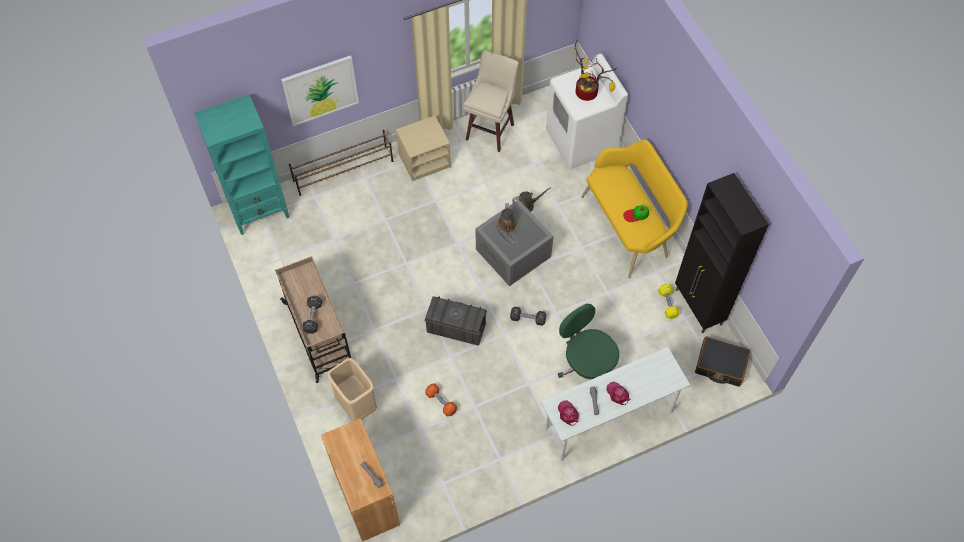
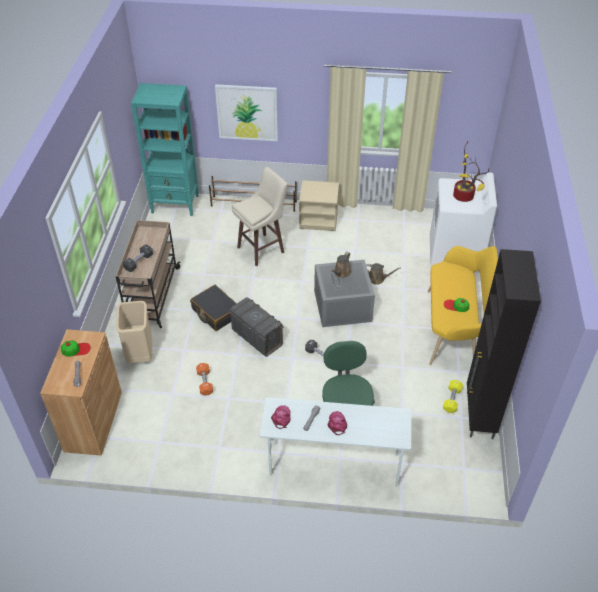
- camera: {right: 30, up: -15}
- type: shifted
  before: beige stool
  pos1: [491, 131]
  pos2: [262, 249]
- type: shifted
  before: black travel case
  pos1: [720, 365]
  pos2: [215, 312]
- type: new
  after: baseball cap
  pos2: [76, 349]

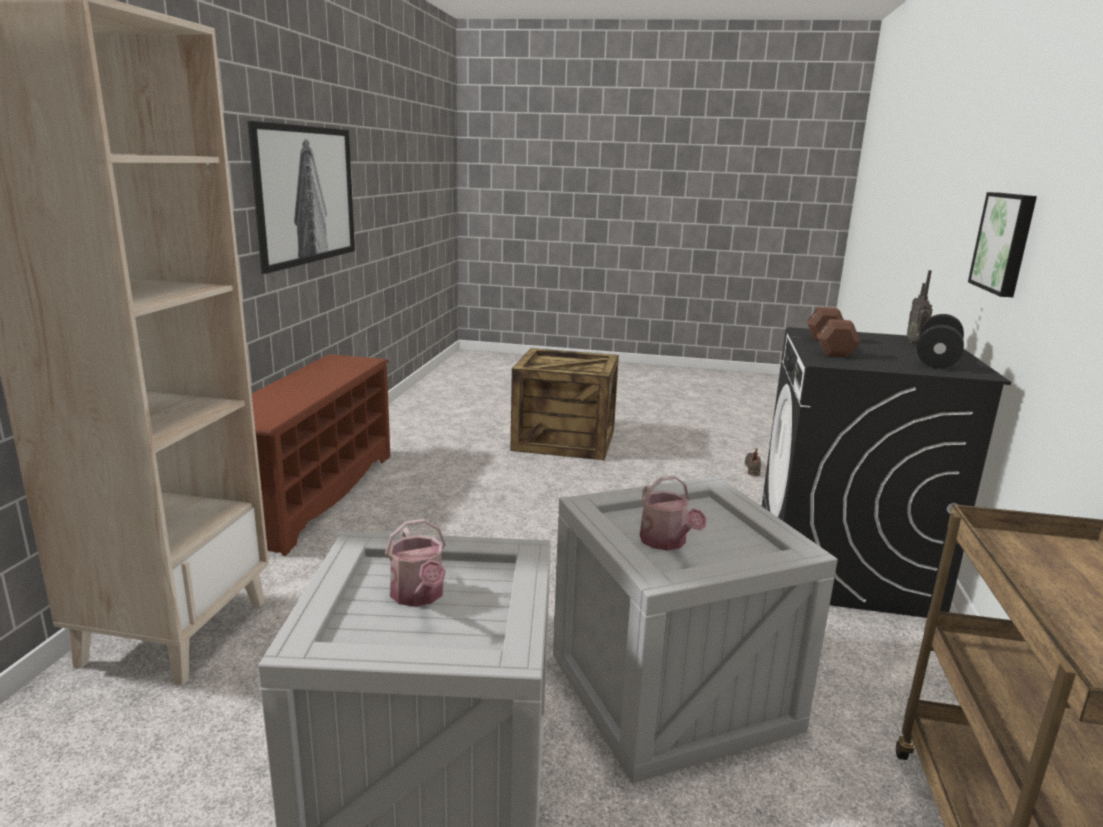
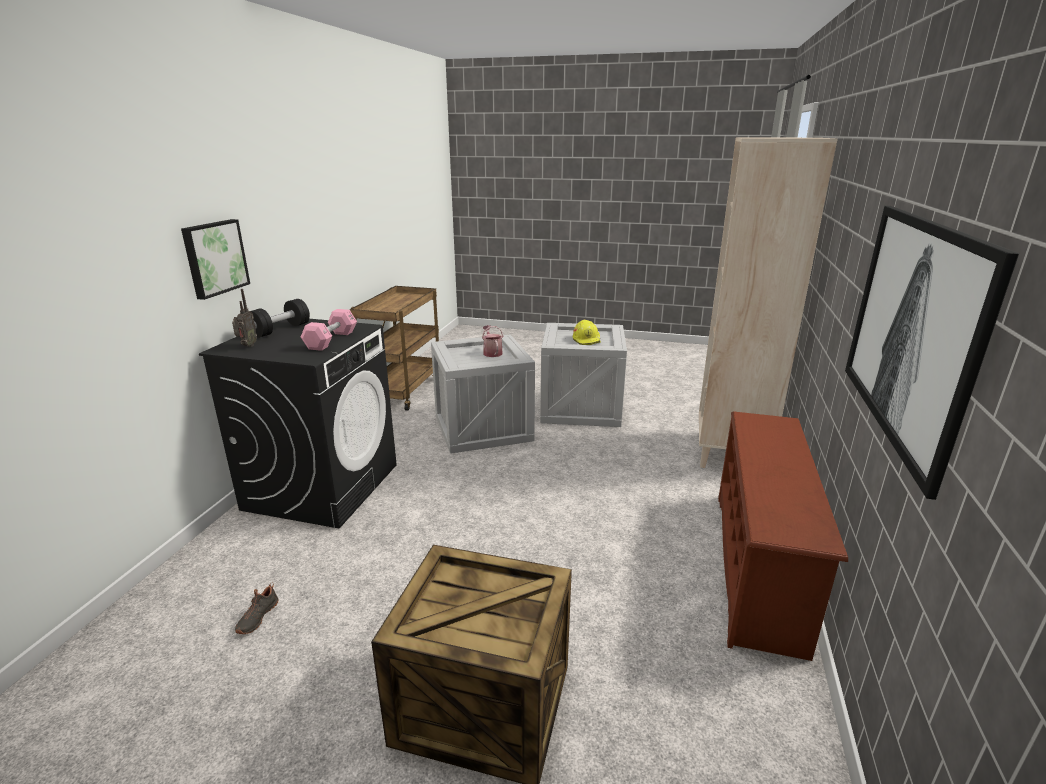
- camera: {right: -175, up: 5}
- type: repainted
  before: brownish dumbbell
  after: pink dumbbell
  pos1: [829, 347]
  pos2: [331, 340]
- type: swapped
  before: watering pot
  after: yellow-coloured safety helmet
  pos1: [419, 596]
  pos2: [587, 340]

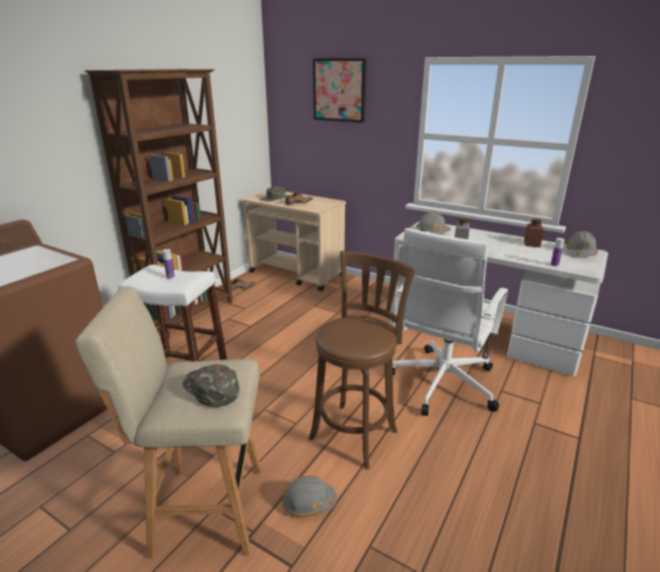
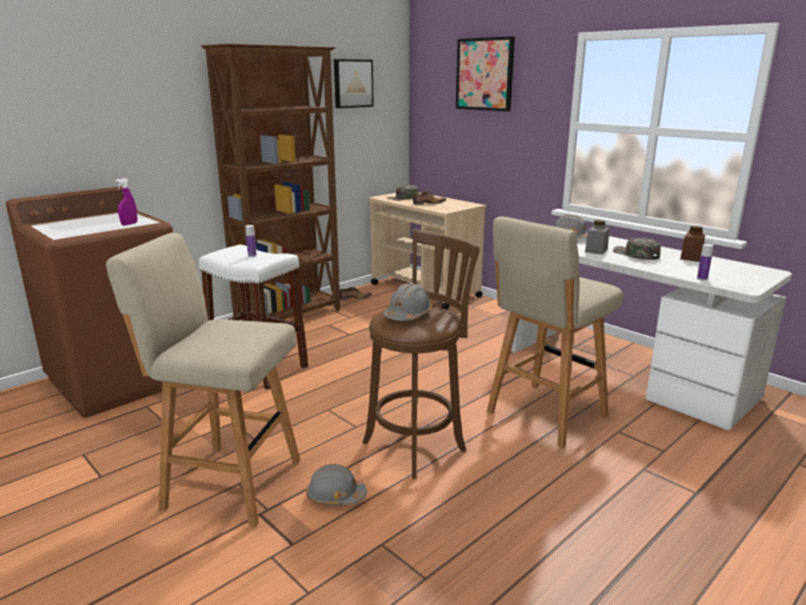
- camera: {right: 15, up: -5}
- type: swapped
  before: white computer chair
  after: beige stool
  pos1: [441, 384]
  pos2: [544, 415]
- type: shifted
  before: grey safety helmet
  pos1: [580, 252]
  pos2: [408, 315]
- type: shifted
  before: green baseball cap
  pos1: [210, 389]
  pos2: [635, 254]
- type: new
  after: picture
  pos2: [352, 83]
- type: new
  after: purple spray bottle
  pos2: [129, 224]

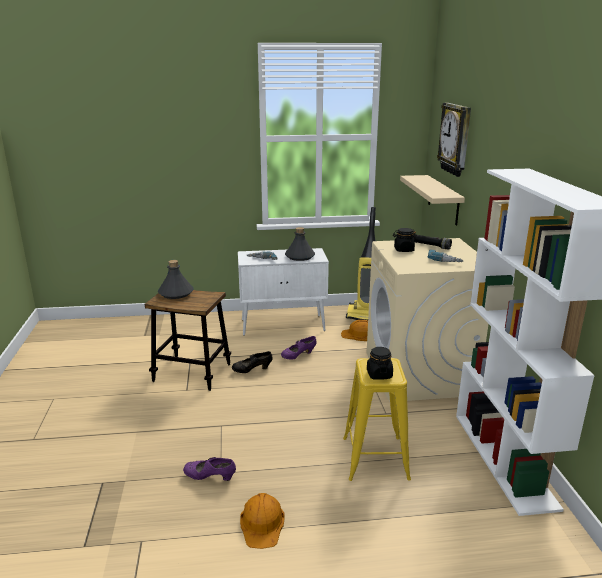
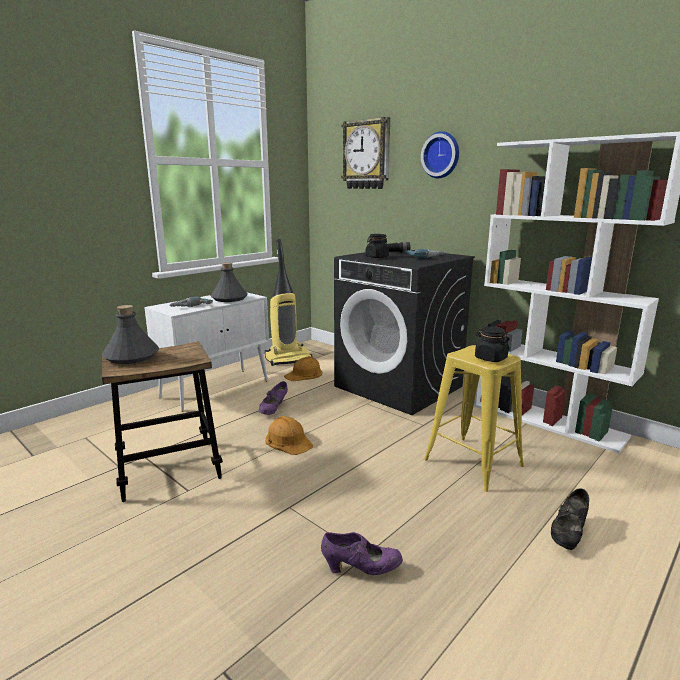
- camera: {right: -40, up: -5}
- type: gone
  before: beige shelf
  pos1: [443, 199]
- type: repainted
  before: beige laundry machine
  after: black laundry machine
  pos1: [419, 374]
  pos2: [399, 386]
- type: shifted
  before: black low shoe
  pos1: [252, 370]
  pos2: [568, 534]
- type: rotated
  before: purple low shoe
  pos1: [210, 478]
  pos2: [361, 568]
  turn: -150
- type: shifted
  before: orangey safety helmet
  pos1: [262, 523]
  pos2: [288, 441]
- type: new
  after: wall clock
  pos2: [441, 155]

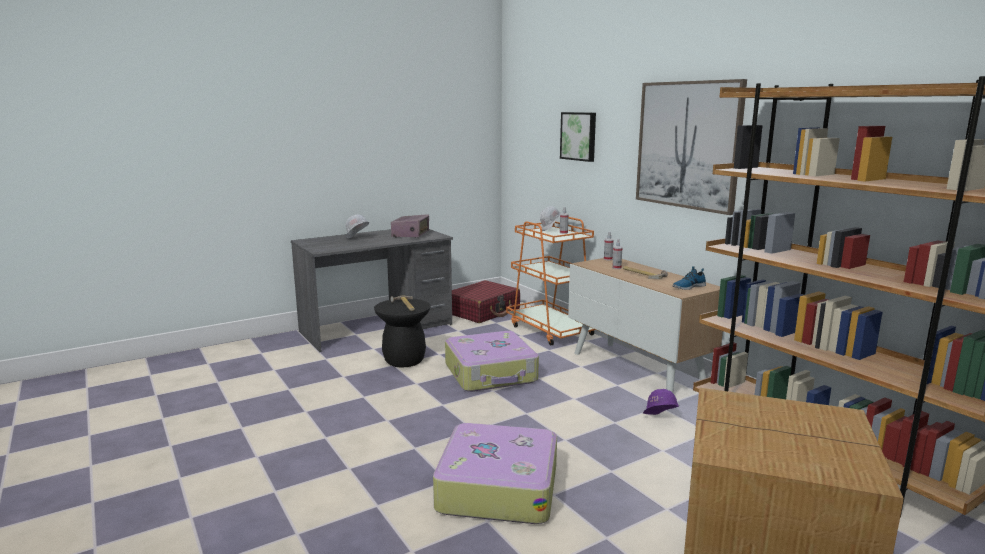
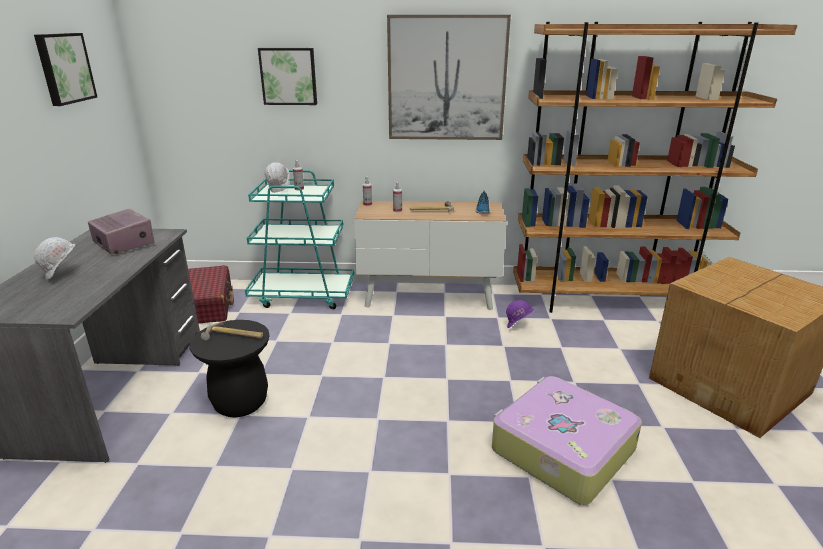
- camera: {right: -55, up: 10}
- type: repainted
  before: orangey wheeled cart
  after: turquoise-coloured wheeled cart
  pos1: [551, 330]
  pos2: [303, 295]
- type: gone
  before: travel case
  pos1: [491, 373]
- type: new
  after: picture
  pos2: [64, 68]

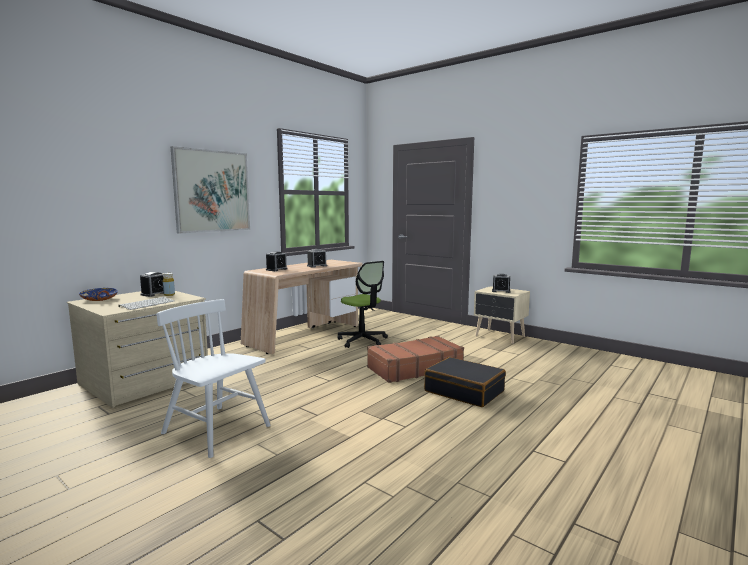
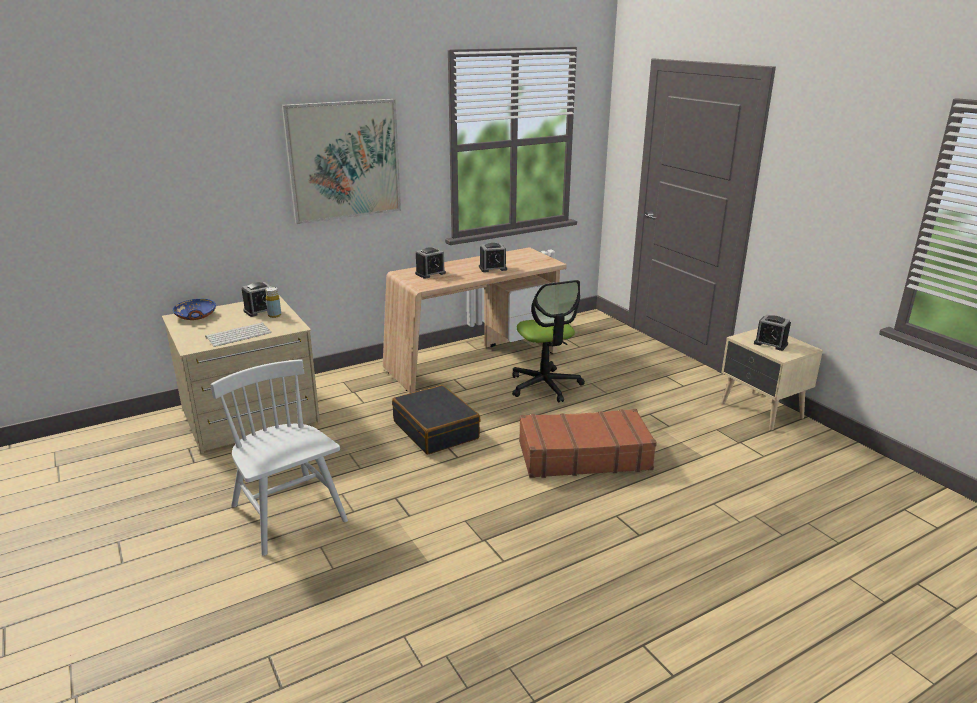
- camera: {right: 20, up: 15}
- type: shifted
  before: black travel case
  pos1: [464, 391]
  pos2: [436, 430]

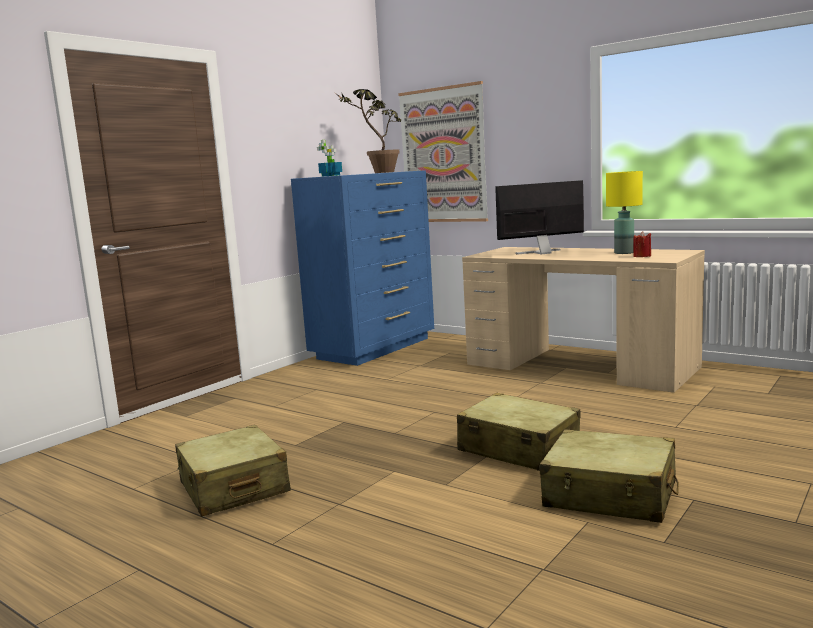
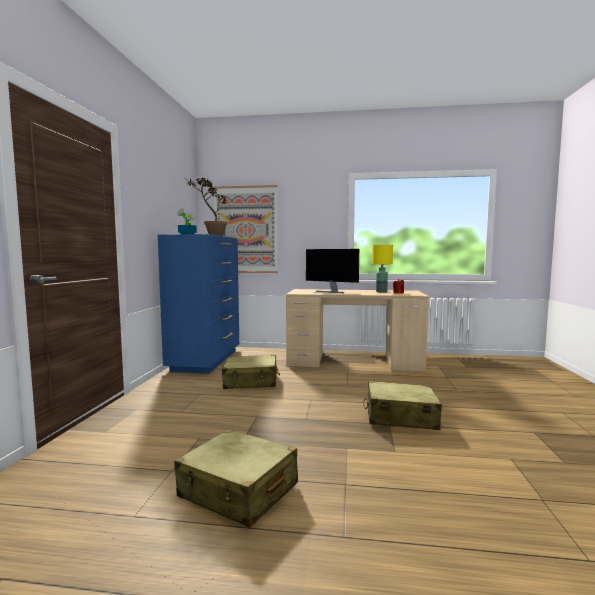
- camera: {right: -30, up: -5}
- type: rotated
  before: monitor
  pos1: [542, 252]
  pos2: [331, 291]
  turn: -105
- type: shifted
  before: beige travel case
  pos1: [610, 495]
  pos2: [251, 381]

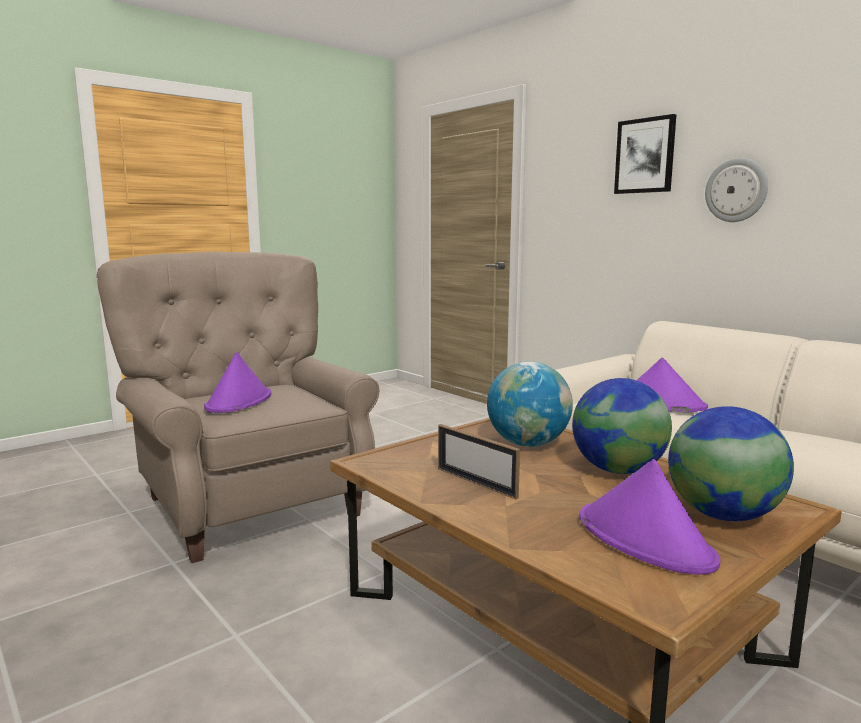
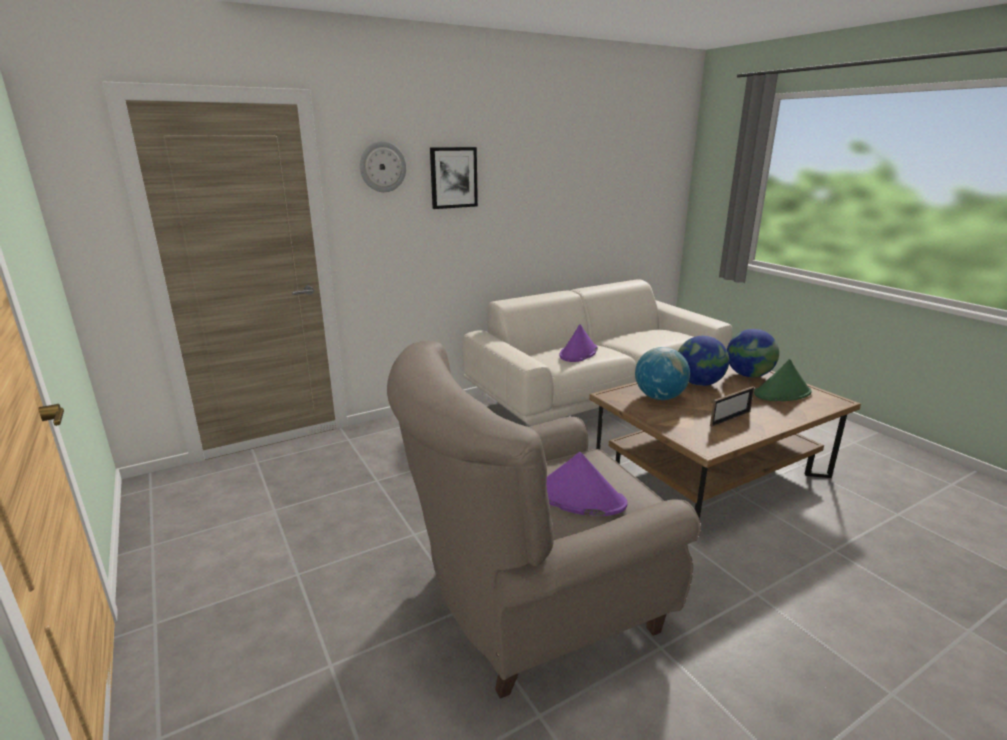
- camera: {right: -80, up: 10}
- type: shifted
  before: wall clock
  pos1: [736, 190]
  pos2: [382, 167]
- type: repainted
  before: purple hat
  after: green hat
  pos1: [645, 539]
  pos2: [782, 393]

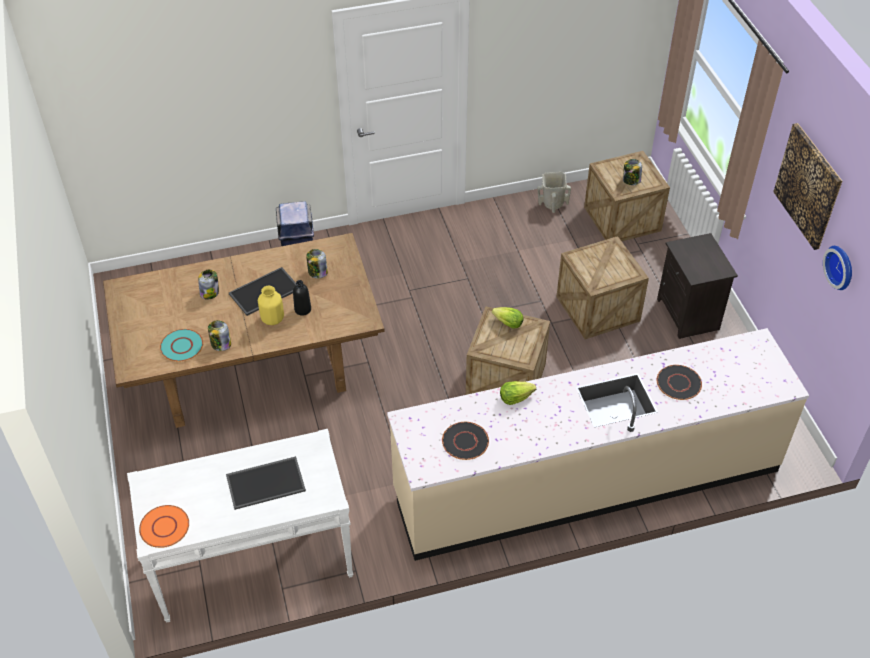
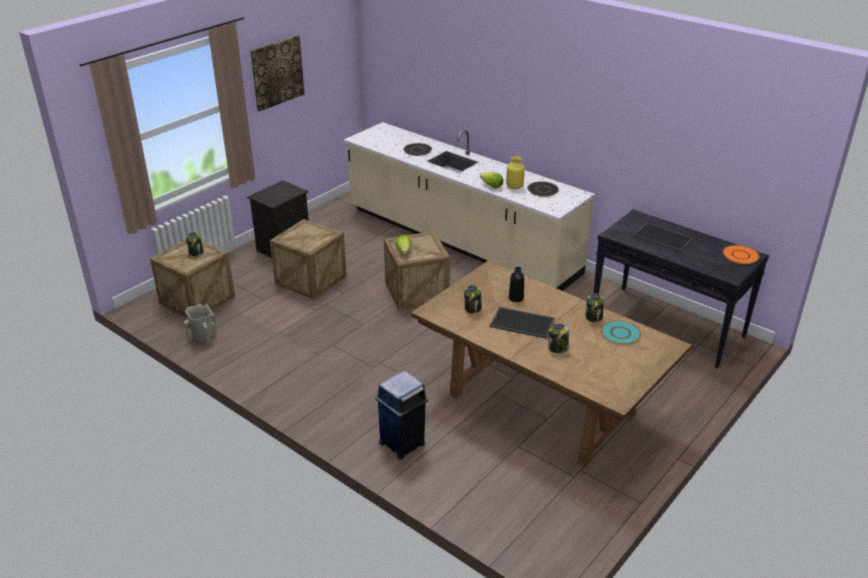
- camera: {right: -125, up: -15}
- type: gone
  before: wall clock
  pos1: [841, 267]
- type: shifted
  before: yellow-coloured vase
  pos1: [273, 319]
  pos2: [514, 186]
- type: repainted
  before: white console table
  after: black console table
  pos1: [252, 562]
  pos2: [668, 326]

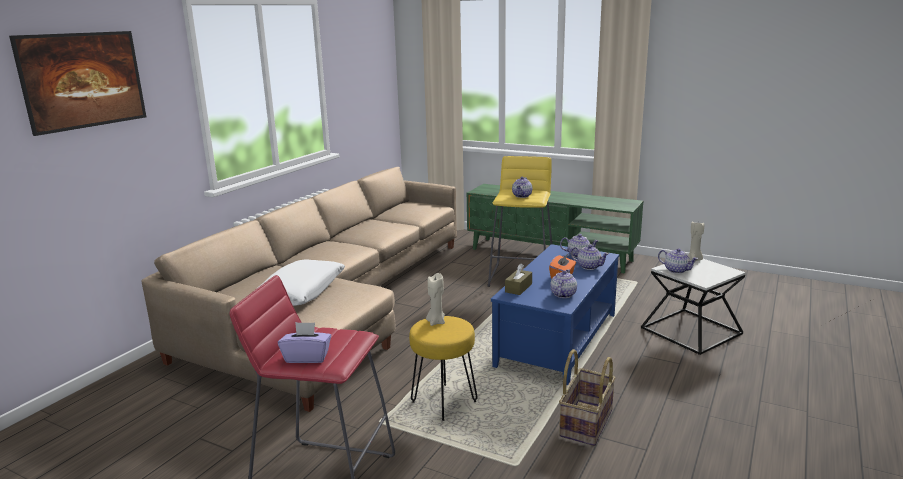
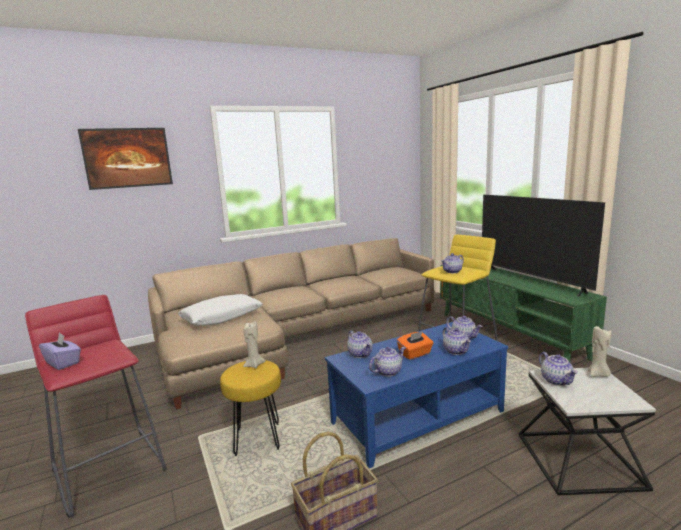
- camera: {right: 35, up: -5}
- type: swapped
  before: brownish tissue holder
  after: tea pot
  pos1: [518, 288]
  pos2: [360, 354]
- type: new
  after: television
  pos2: [531, 281]

